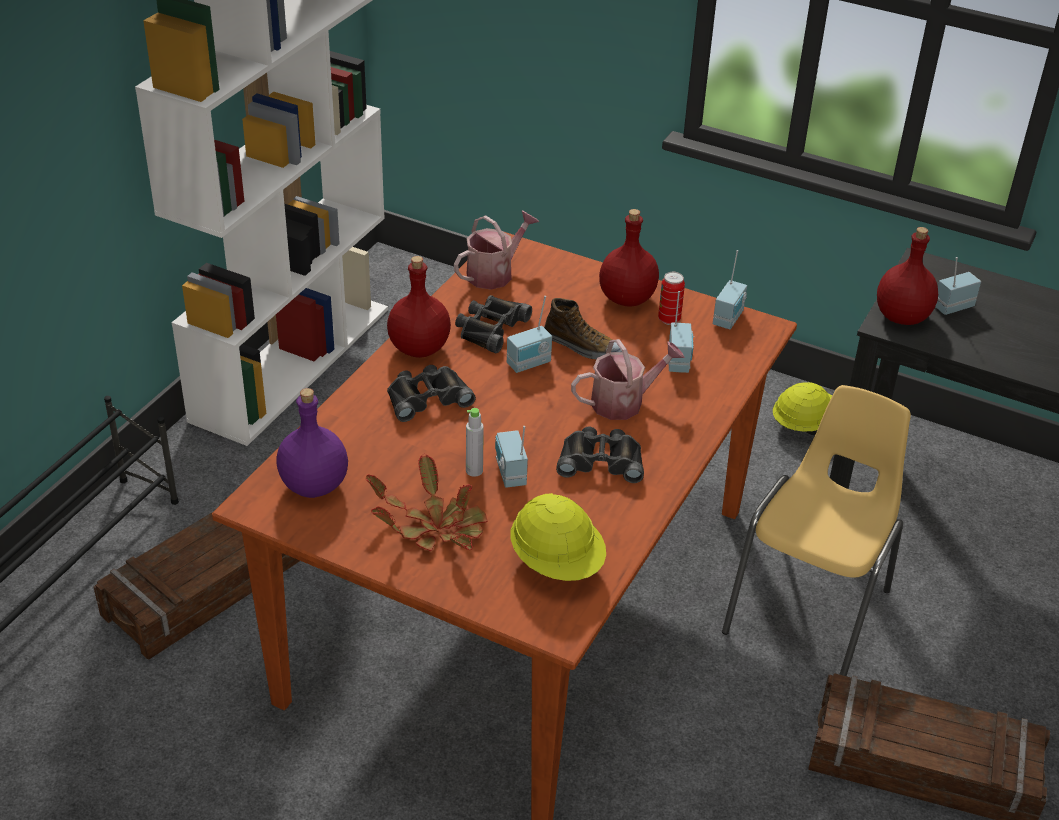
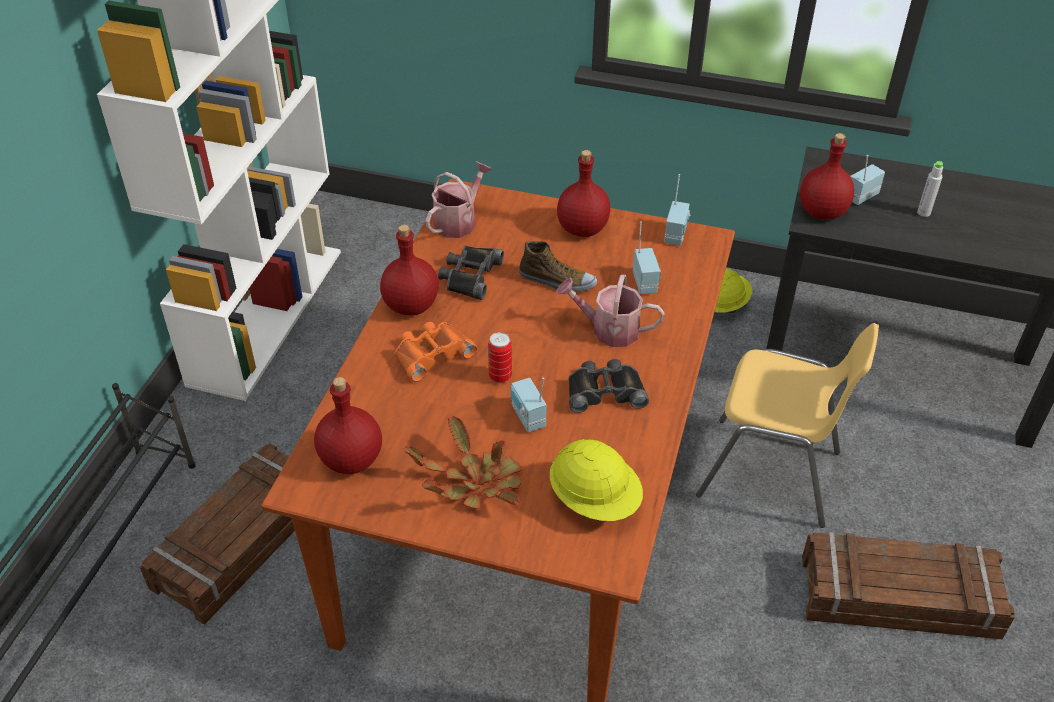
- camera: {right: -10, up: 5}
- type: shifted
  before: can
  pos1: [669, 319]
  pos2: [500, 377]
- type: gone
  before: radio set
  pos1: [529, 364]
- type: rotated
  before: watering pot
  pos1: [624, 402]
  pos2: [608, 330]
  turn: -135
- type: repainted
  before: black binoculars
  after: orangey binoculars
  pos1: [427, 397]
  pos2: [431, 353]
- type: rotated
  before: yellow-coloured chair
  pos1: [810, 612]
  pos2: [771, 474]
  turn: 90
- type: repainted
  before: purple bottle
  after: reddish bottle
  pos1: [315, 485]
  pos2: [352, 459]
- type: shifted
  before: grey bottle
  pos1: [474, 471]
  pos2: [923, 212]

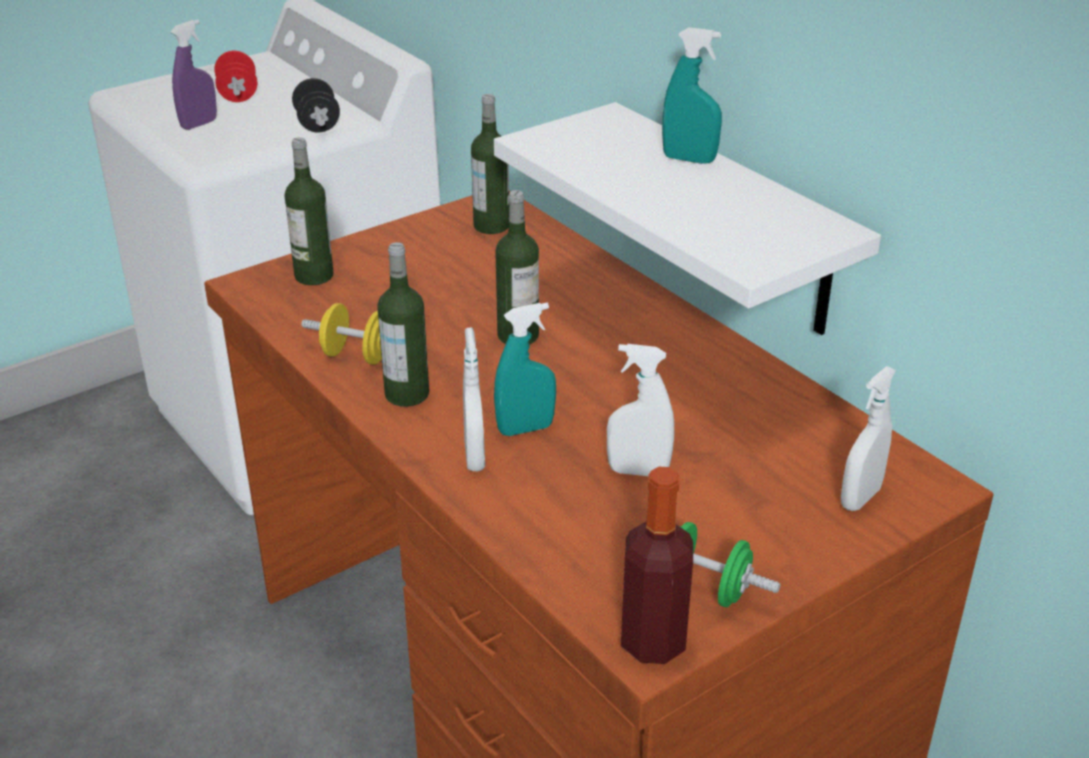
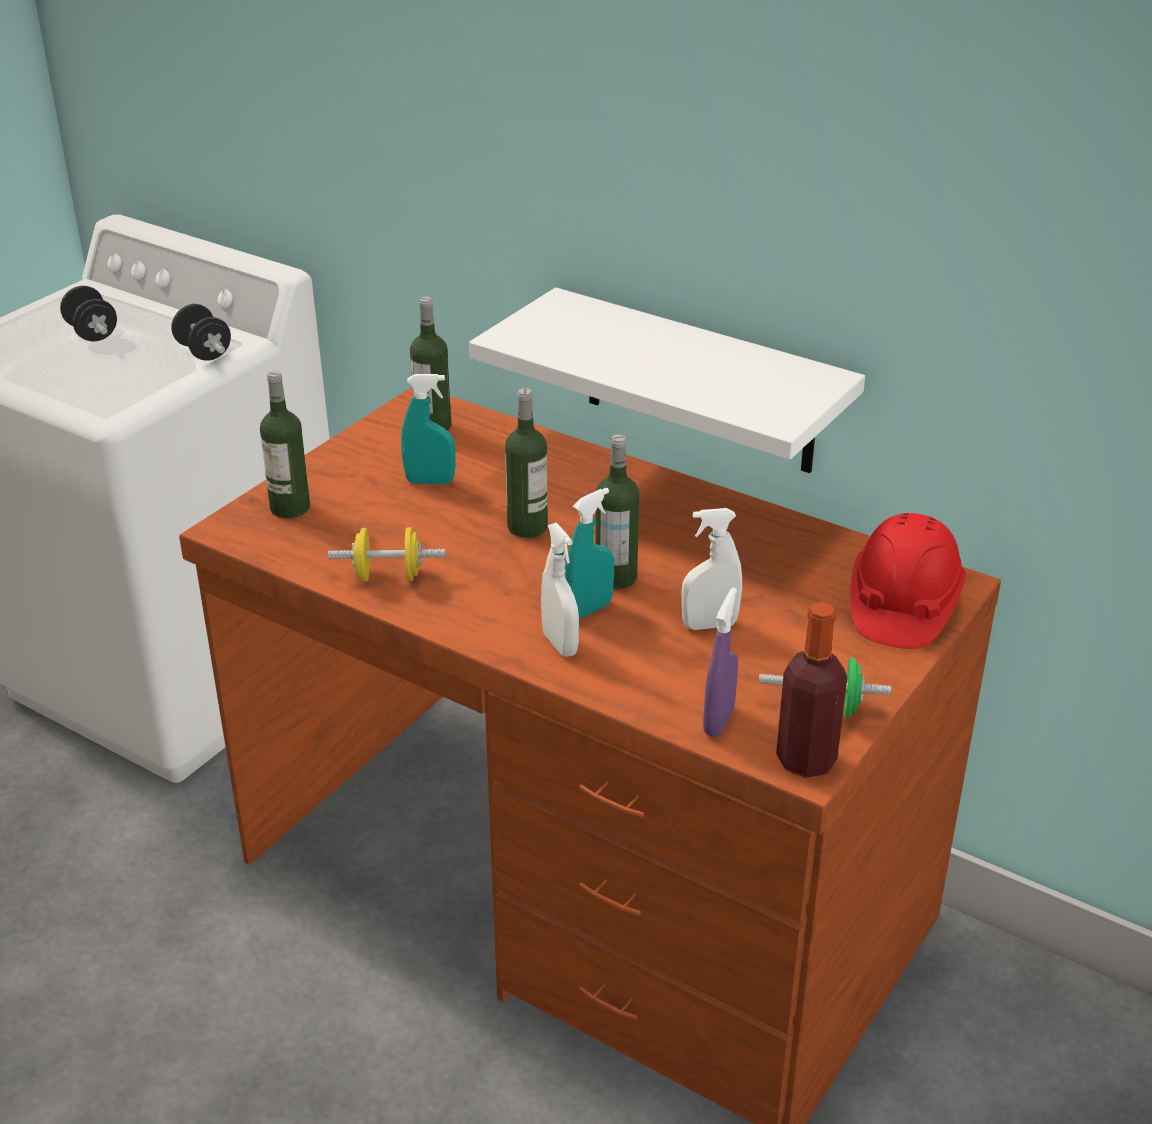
- camera: {right: -20, up: 0}
- type: shifted
  before: purple spray bottle
  pos1: [199, 124]
  pos2: [718, 721]
- type: shifted
  before: turquoise-coloured spray bottle
  pos1: [689, 159]
  pos2: [430, 481]
- type: repainted
  before: reddish dumbbell
  after: black dumbbell
  pos1: [238, 95]
  pos2: [92, 333]
- type: shifted
  before: bottle
  pos1: [407, 394]
  pos2: [616, 577]
- type: swapped
  before: white spray bottle
  after: reddish safety helmet
  pos1: [860, 498]
  pos2: [902, 606]

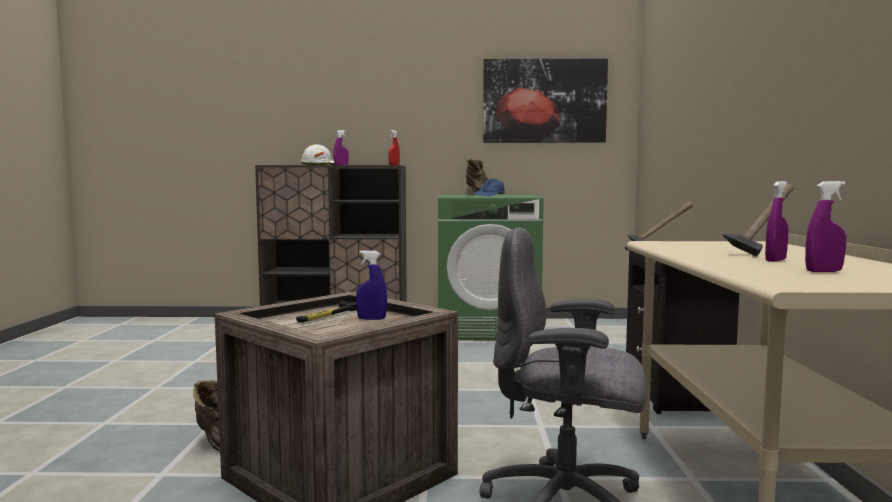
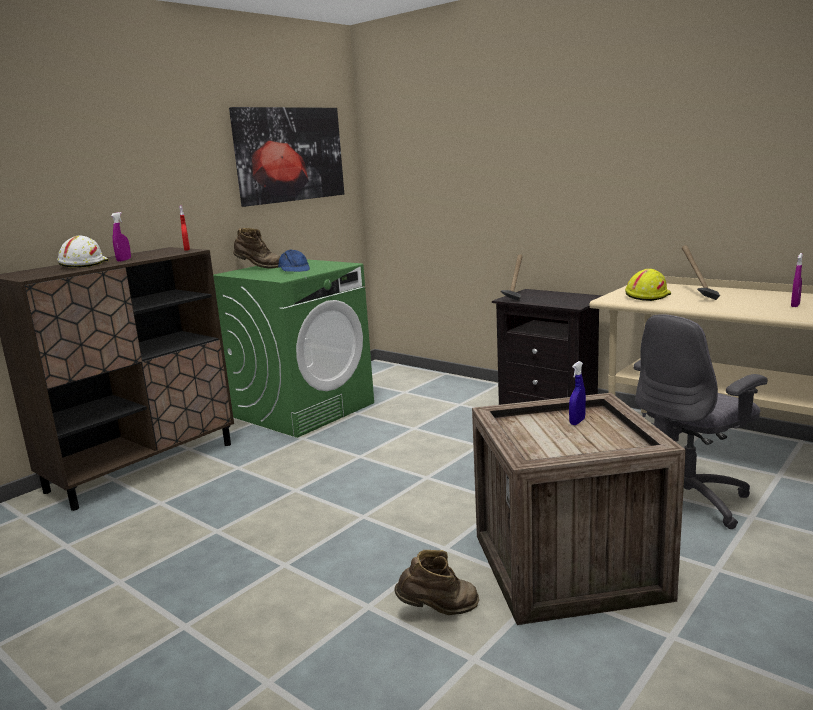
- camera: {right: -50, up: 10}
- type: gone
  before: purple spray bottle
  pos1: [775, 260]
- type: gone
  before: hand hammer
  pos1: [329, 316]
- type: new
  after: yellow-coloured safety helmet
  pos2: [647, 296]

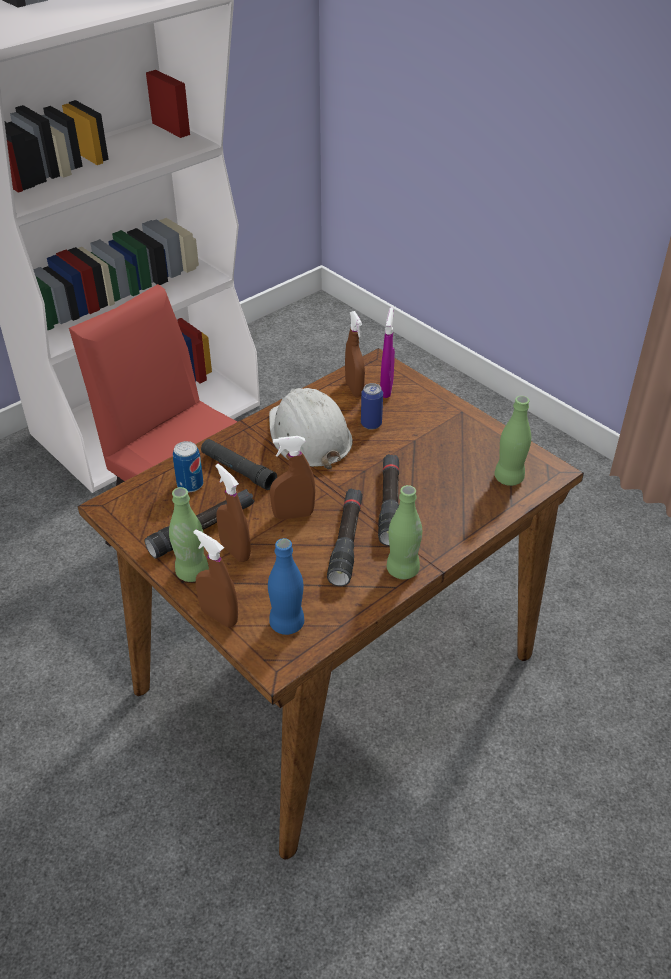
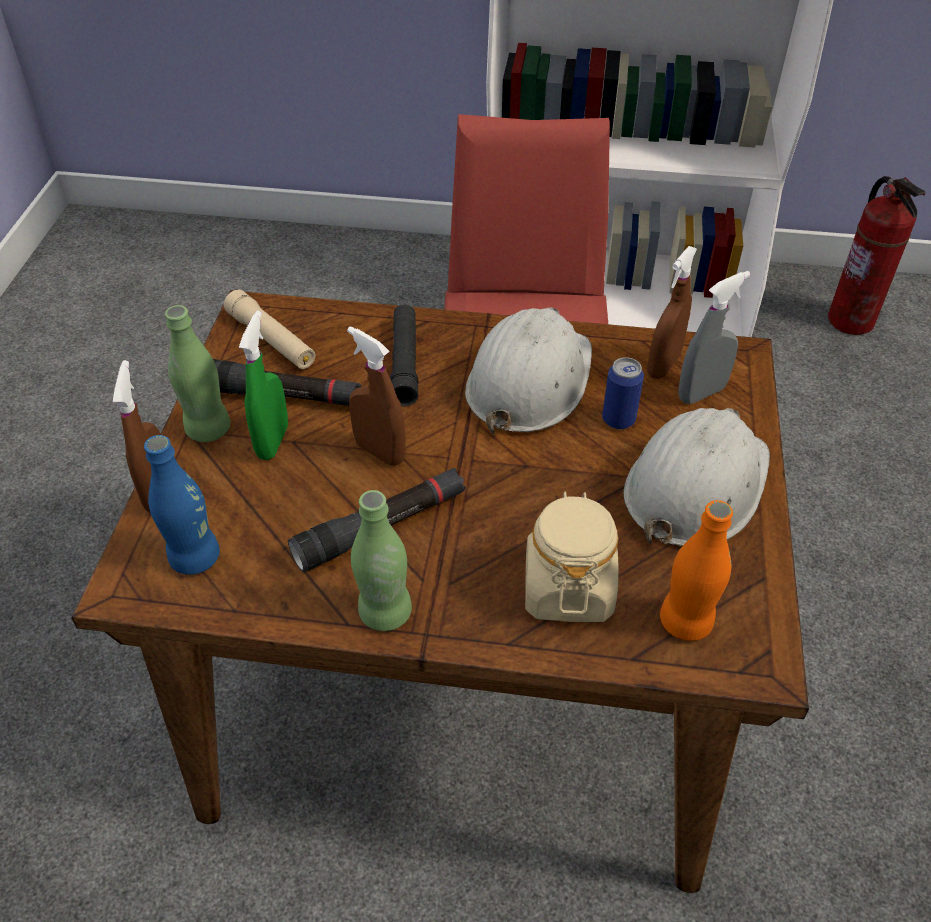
- camera: {right: 50, up: 5}
- type: repainted
  before: purple spray bottle
  after: grey spray bottle
  pos1: [386, 389]
  pos2: [701, 393]
- type: repainted
  before: green bottle
  after: orangey bottle
  pos1: [509, 478]
  pos2: [685, 622]
- type: gone
  before: can
  pos1: [190, 485]
- type: gone
  before: black hand torch
  pos1: [390, 505]
- type: repainted
  before: brownish spray bottle
  after: green spray bottle
  pos1: [235, 551]
  pos2: [273, 441]
- type: new
  after: extinguisher
  pos2: [851, 321]
- type: new
  after: beige hand torch
  pos2: [271, 340]
- type: new
  after: white safety helmet
  pos2: [695, 485]
- type: new
  after: beige preserve jar
  pos2: [568, 588]

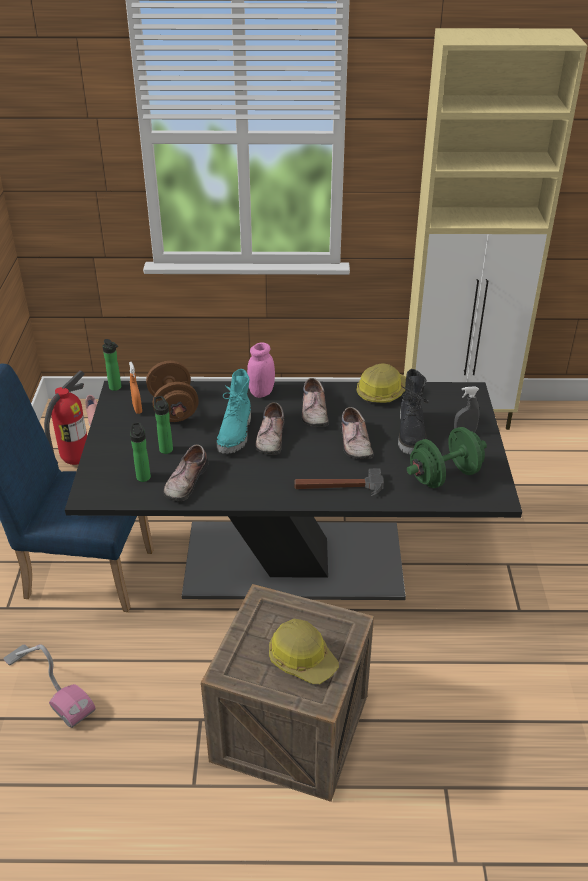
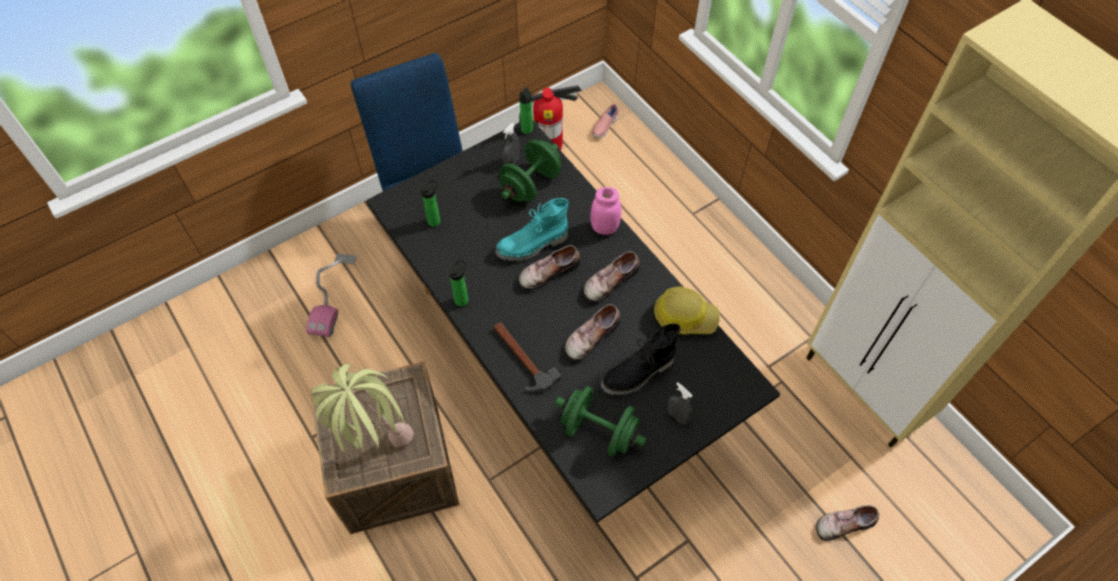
- camera: {right: 55, up: 20}
- type: repainted
  before: brownish dumbbell
  after: green dumbbell
  pos1: [173, 409]
  pos2: [531, 184]
- type: repainted
  before: orangey spray bottle
  after: grey spray bottle
  pos1: [137, 409]
  pos2: [511, 162]
- type: shifted
  before: bottle
  pos1: [165, 448]
  pos2: [463, 299]
- type: shifted
  before: low shoe
  pos1: [184, 481]
  pos2: [843, 523]
- type: swapped
  before: safety helmet
  after: plant in a pot
  pos1: [302, 658]
  pos2: [373, 441]

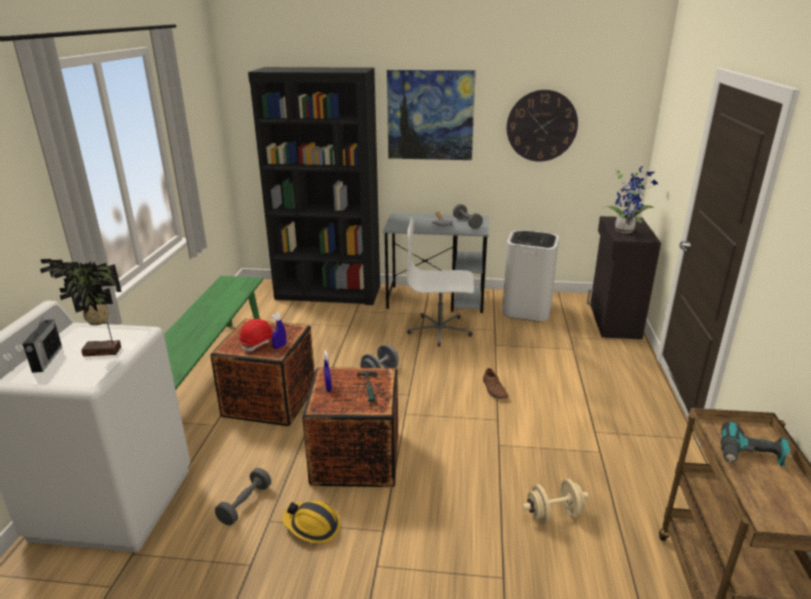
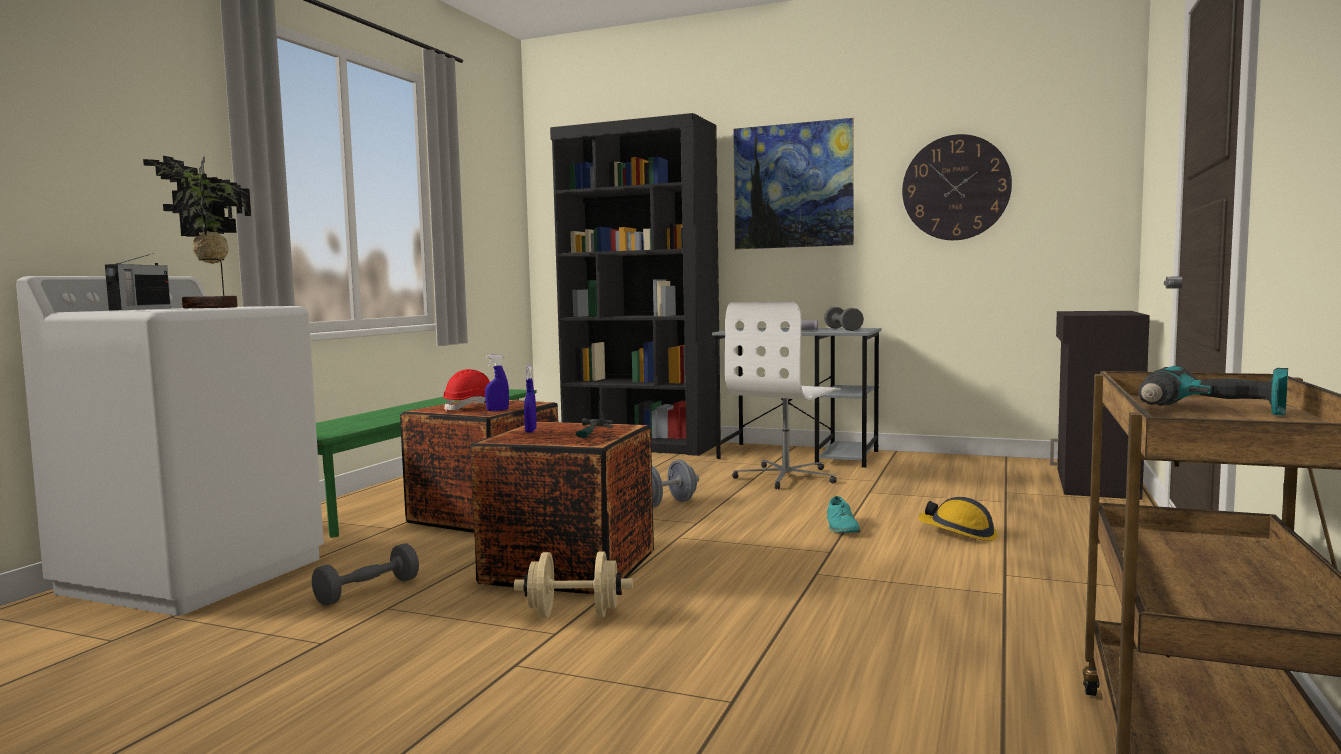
- camera: {right: 15, up: -20}
- type: gone
  before: plant in a pot
  pos1: [625, 230]
- type: rotated
  before: white computer chair
  pos1: [440, 330]
  pos2: [787, 477]
  turn: -75
- type: gone
  before: white rubbish bin
  pos1: [526, 310]
- type: repainted
  before: brownish low shoe
  after: turquoise-coloured low shoe
  pos1: [494, 389]
  pos2: [842, 527]
- type: shifted
  before: beige dumbbell
  pos1: [553, 514]
  pos2: [574, 615]
- type: shifted
  before: safety helmet
  pos1: [312, 526]
  pos2: [958, 533]

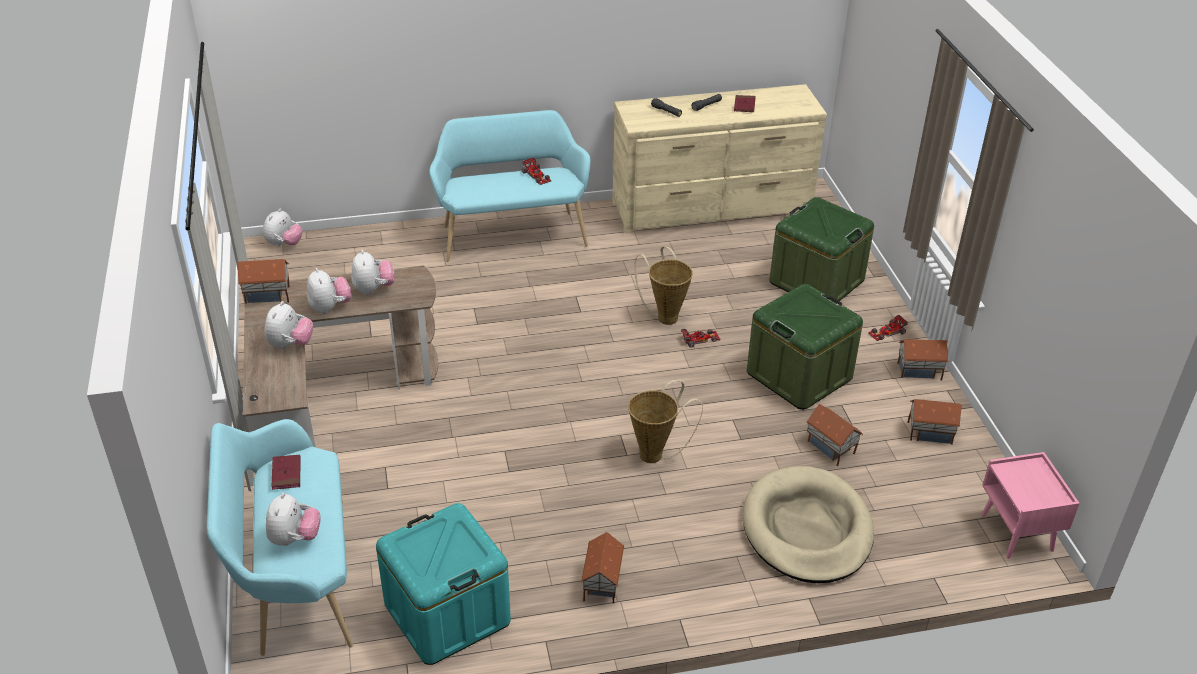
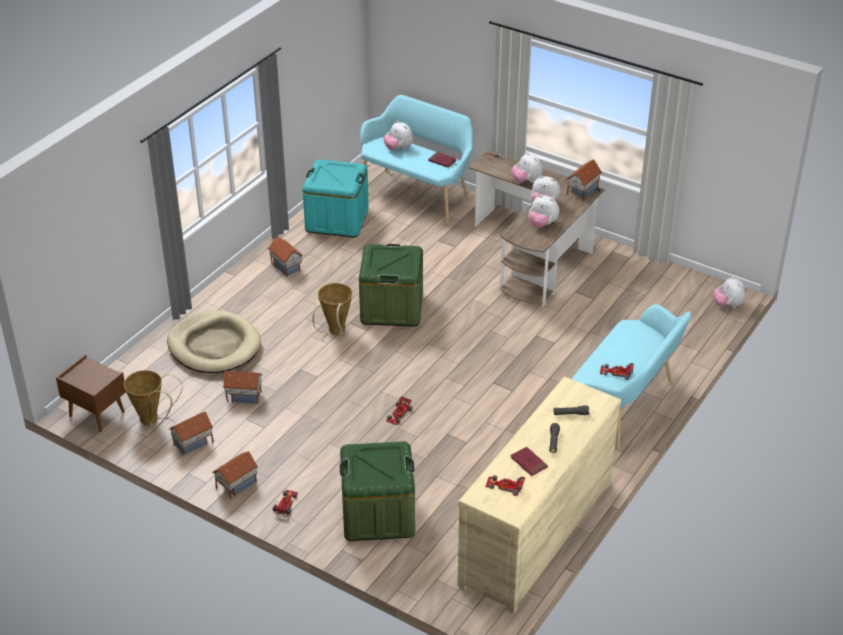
- camera: {right: 135, up: 0}
- type: shifted
  before: storage basket
  pos1: [665, 316]
  pos2: [153, 421]
- type: shifted
  before: green storage bin
  pos1: [799, 375]
  pos2: [392, 308]
- type: repainted
  before: pink night table
  after: brownish night table
  pos1: [1017, 533]
  pos2: [96, 414]
- type: new
  after: toy car
  pos2: [505, 486]

